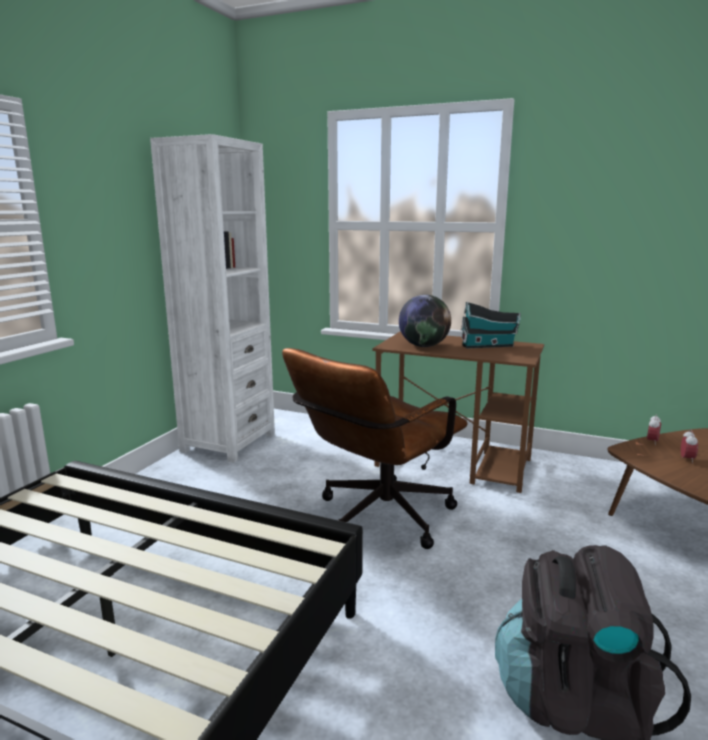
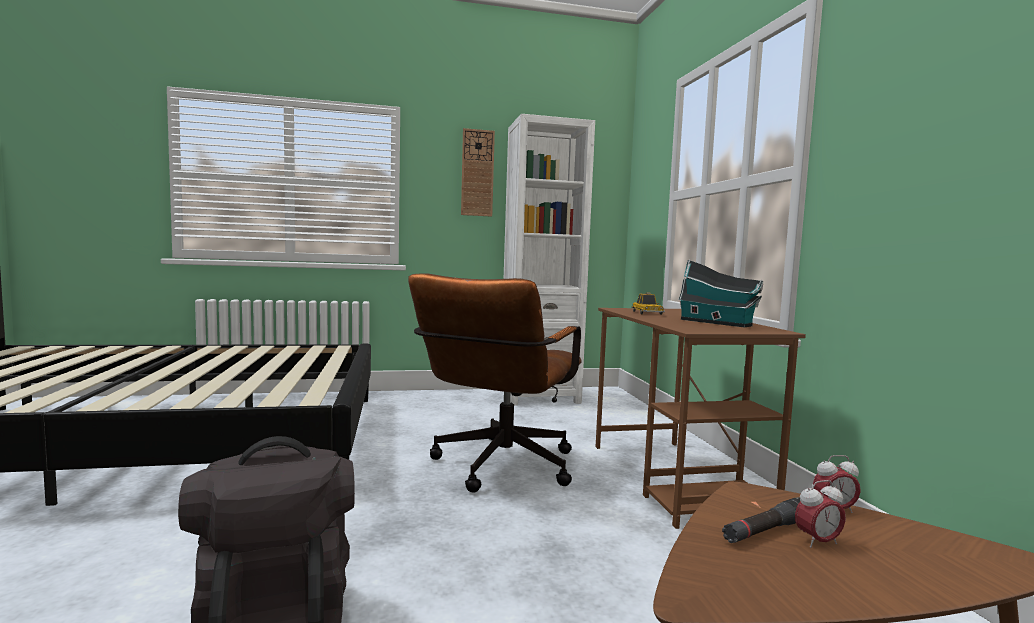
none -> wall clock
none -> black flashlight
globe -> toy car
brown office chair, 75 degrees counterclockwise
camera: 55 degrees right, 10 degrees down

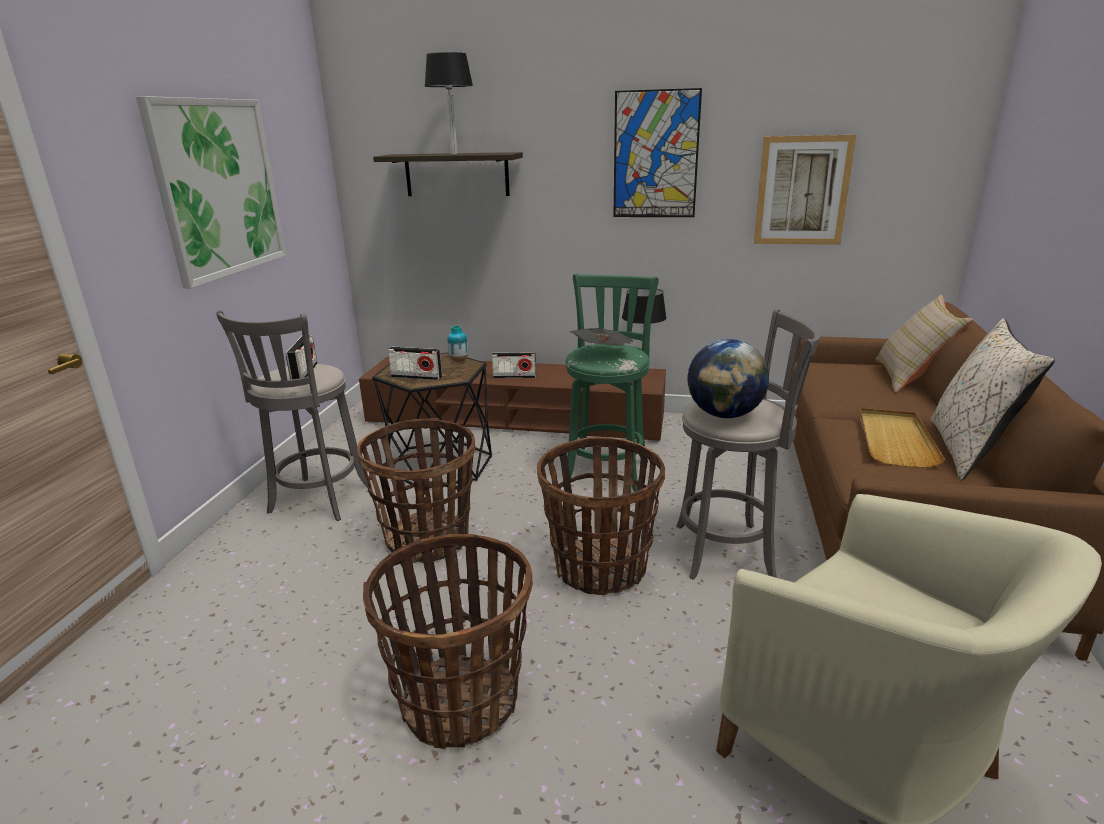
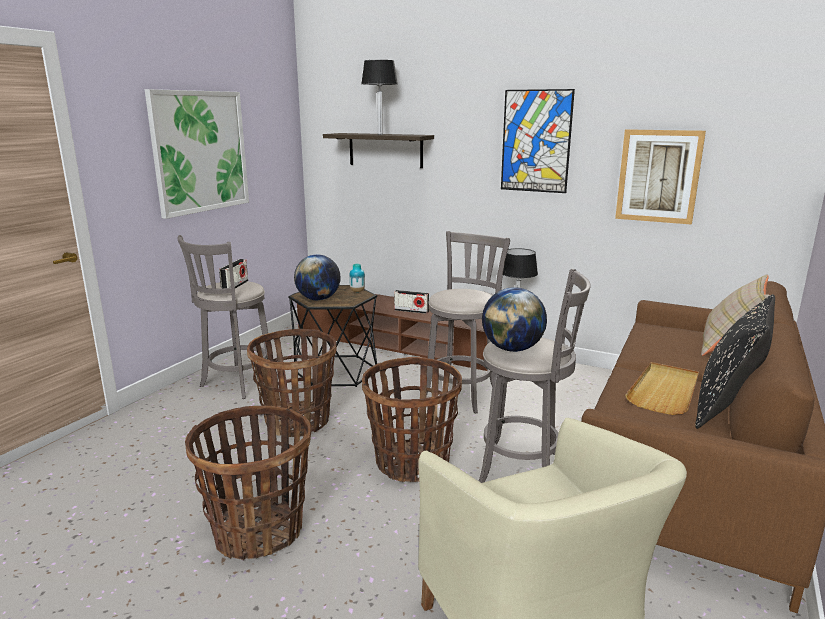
newspaper -> none
radio (2nd from left) -> globe (1st from left)
green stool -> grey stool (2nd from left)
beige pillow (2nd from left) -> black pillow
camera: 15 degrees right, 5 degrees down

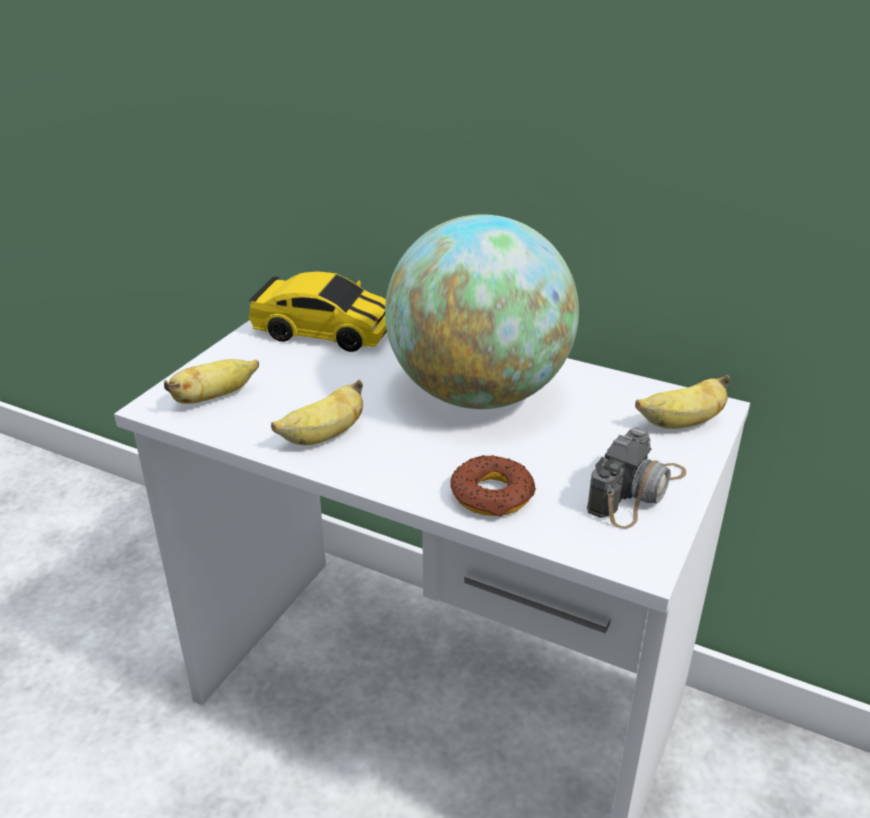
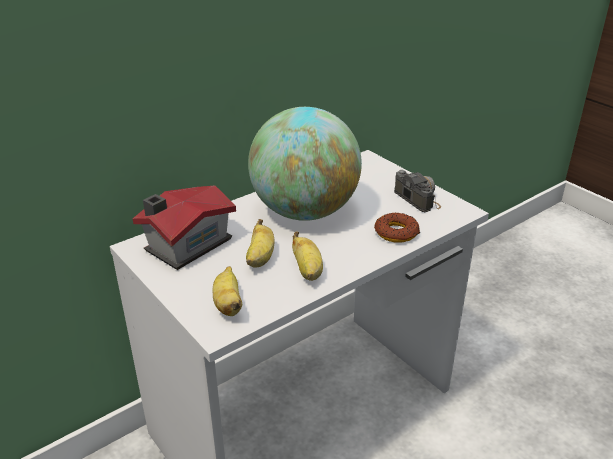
banana (3rd from left in the first image) -> banana (2nd from left), move
toy car -> toy house
camera: 65 degrees left, 0 degrees up

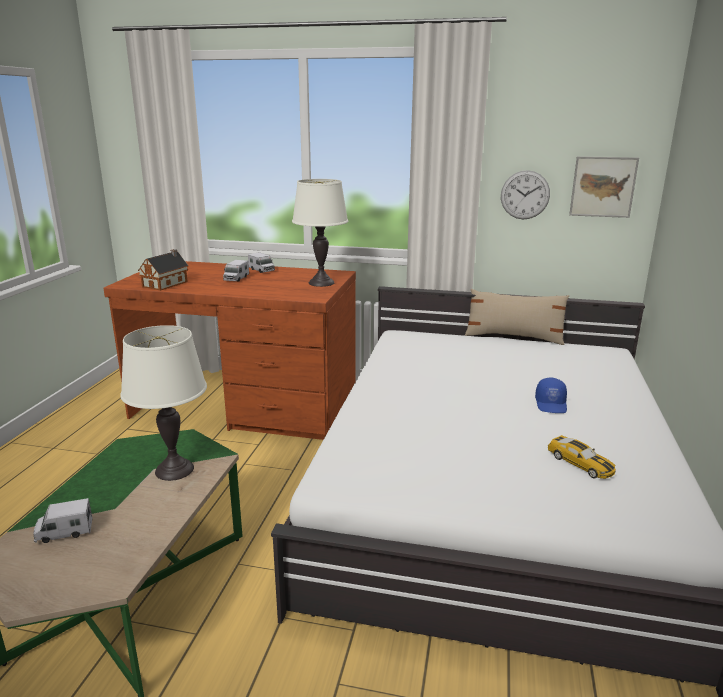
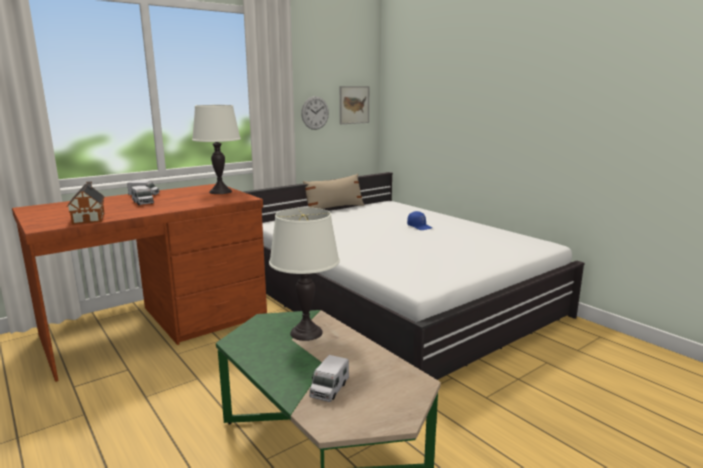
toy car -> none
camera: 50 degrees left, 5 degrees down

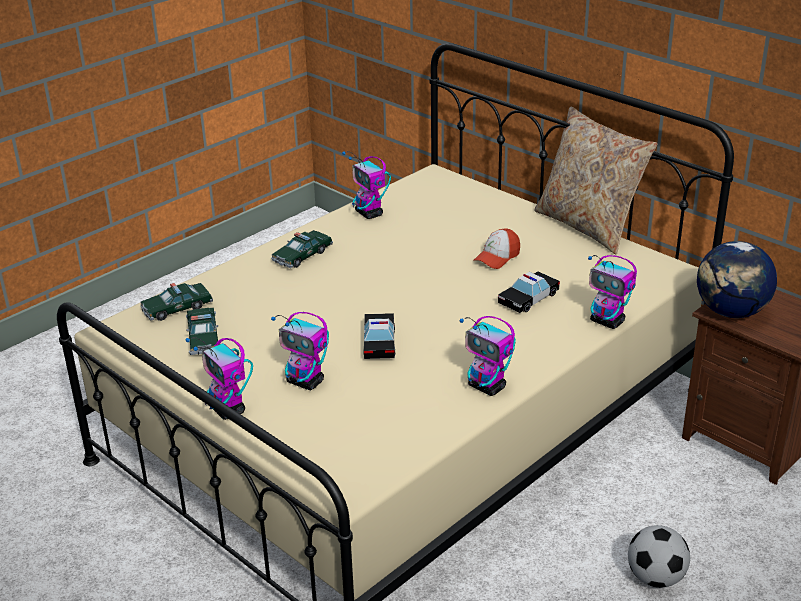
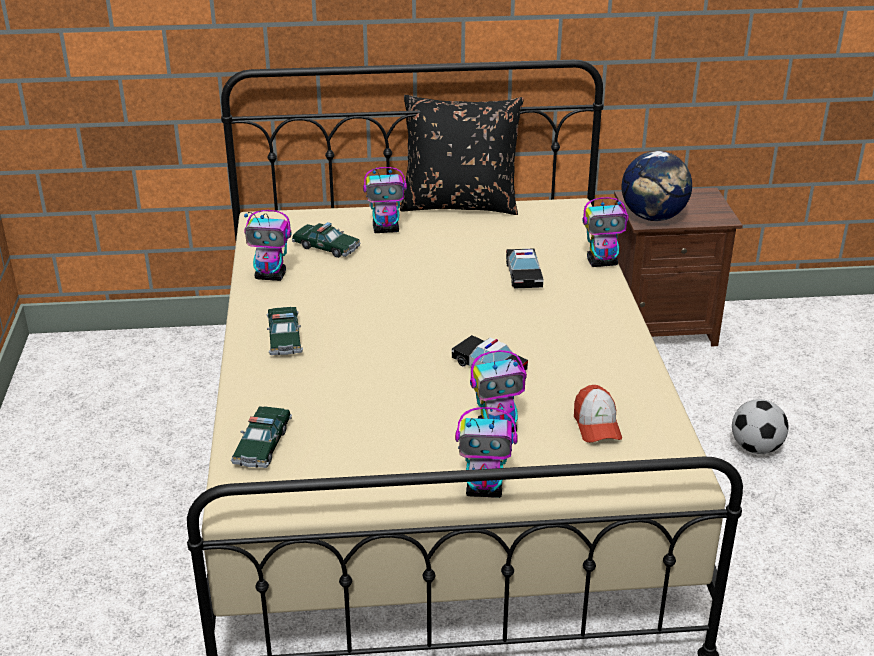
toy car (2nd from left in the first image) -> toy car (3rd from left), move
toy robot (4th from left in the first image) -> toy robot (2nd from left), move
cap, move
beige pillow -> black pillow
camera: 50 degrees left, 0 degrees up

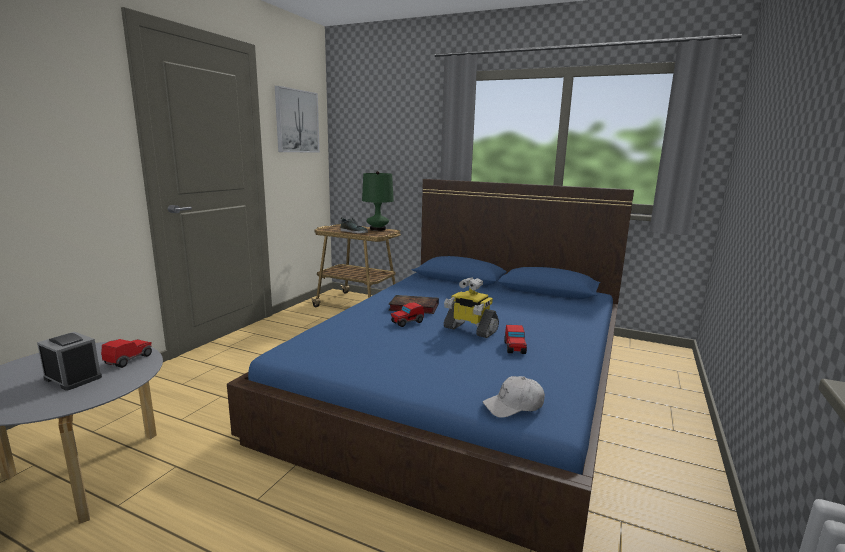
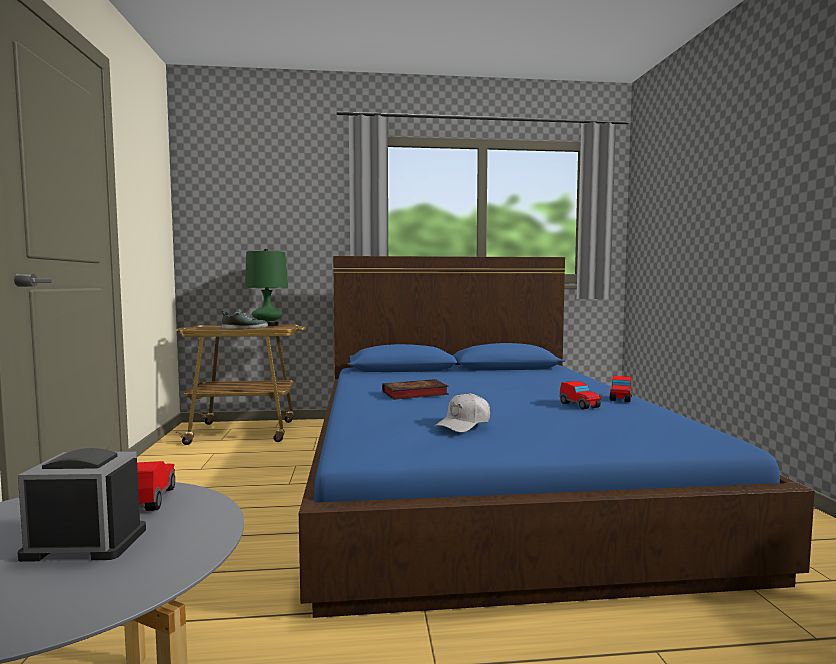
picture -> none
toy robot -> none
toy car (2nd from left in the first image) -> toy car (3rd from left), move
white cap, move
camera: 30 degrees left, 10 degrees down

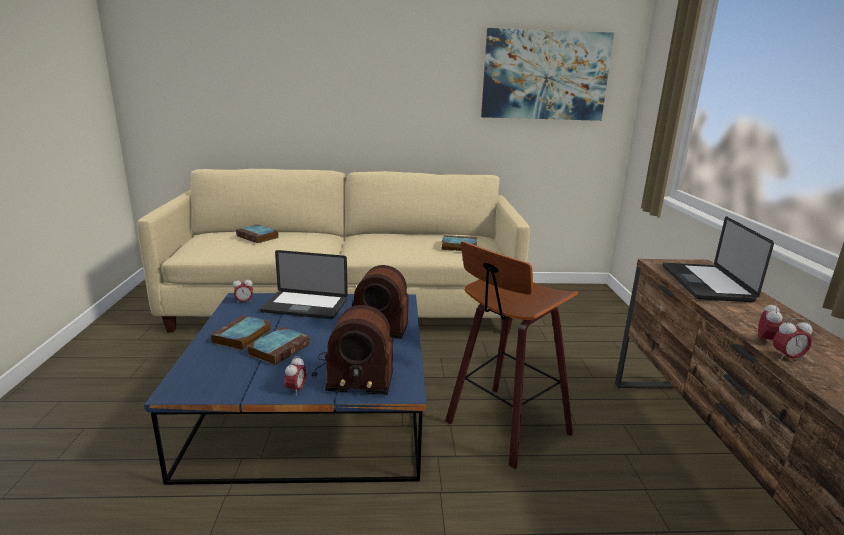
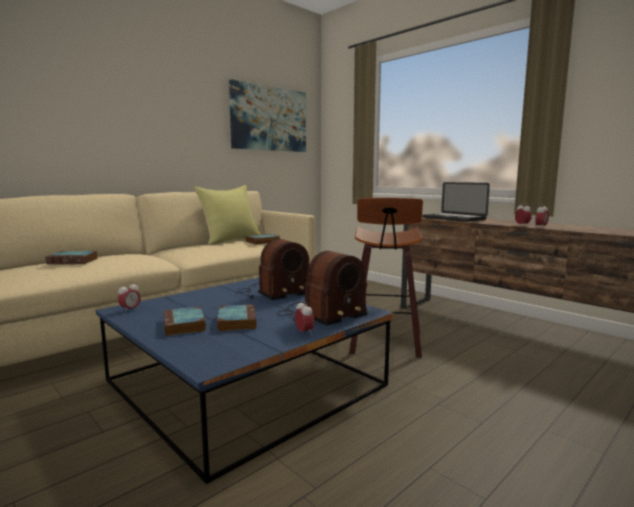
laptop (1st from left) -> none
none -> yellow pillow
camera: 40 degrees left, 10 degrees down

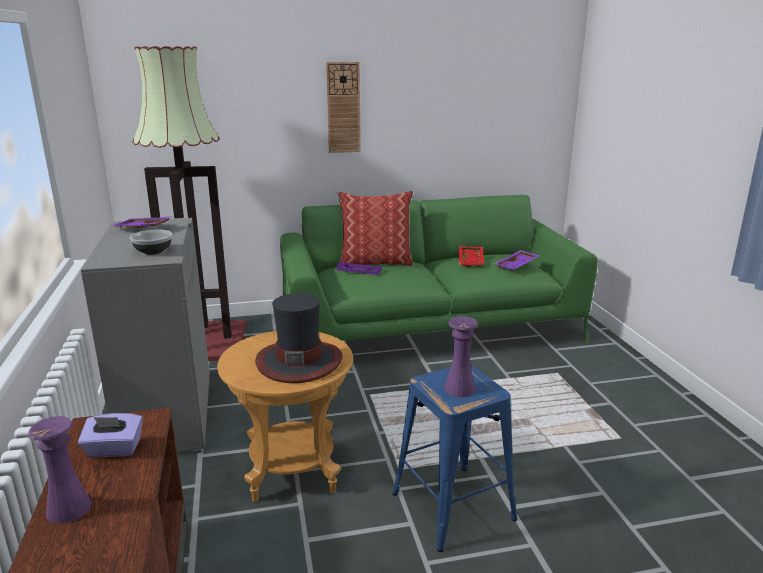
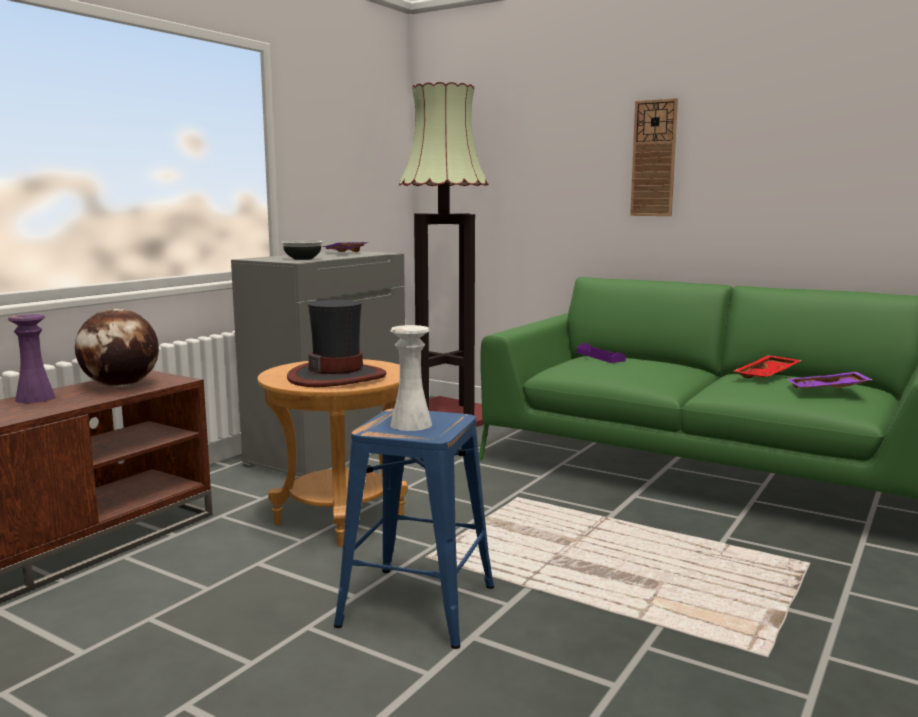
pillow -> none
purple tissue box -> globe
purple vase (2nd from left) -> white vase
camera: 45 degrees right, 10 degrees down

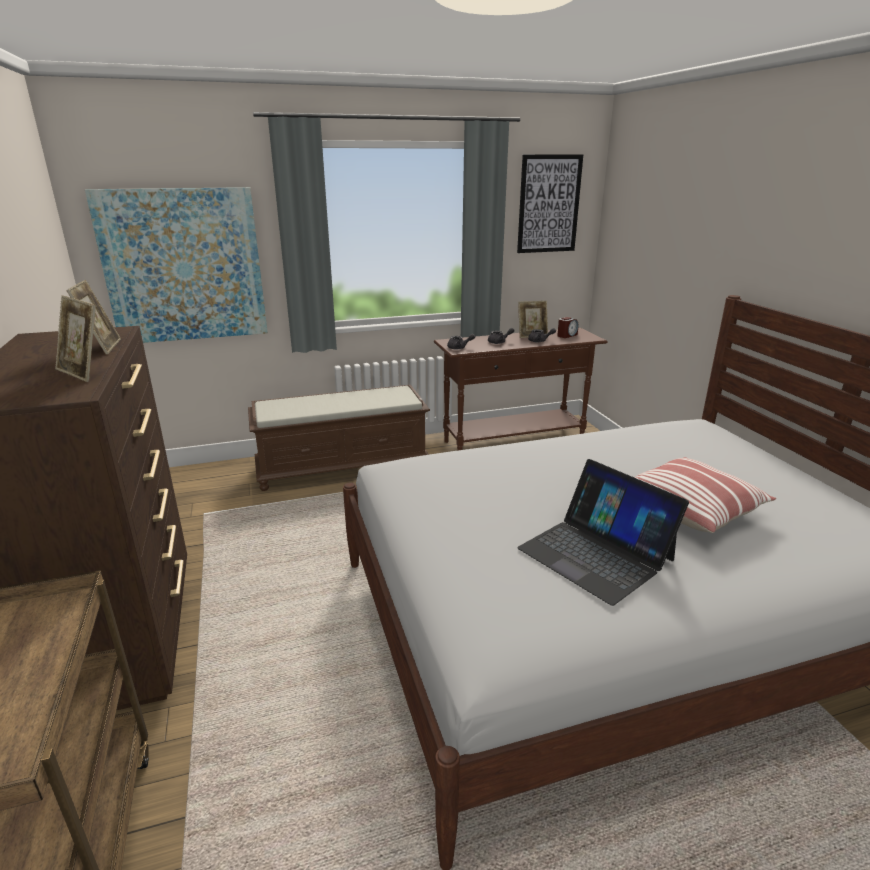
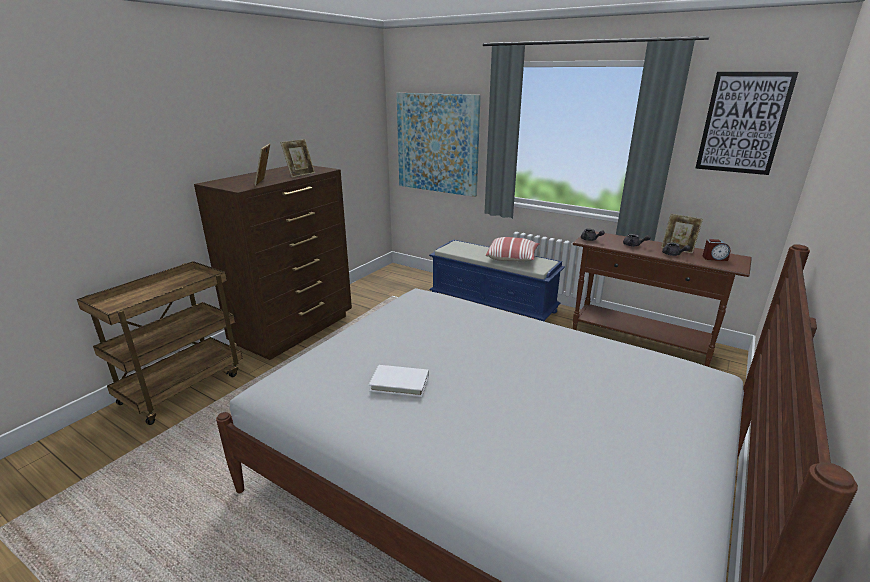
pillow, move
laptop -> white book
brown bench -> blue bench
camera: 50 degrees right, 0 degrees up

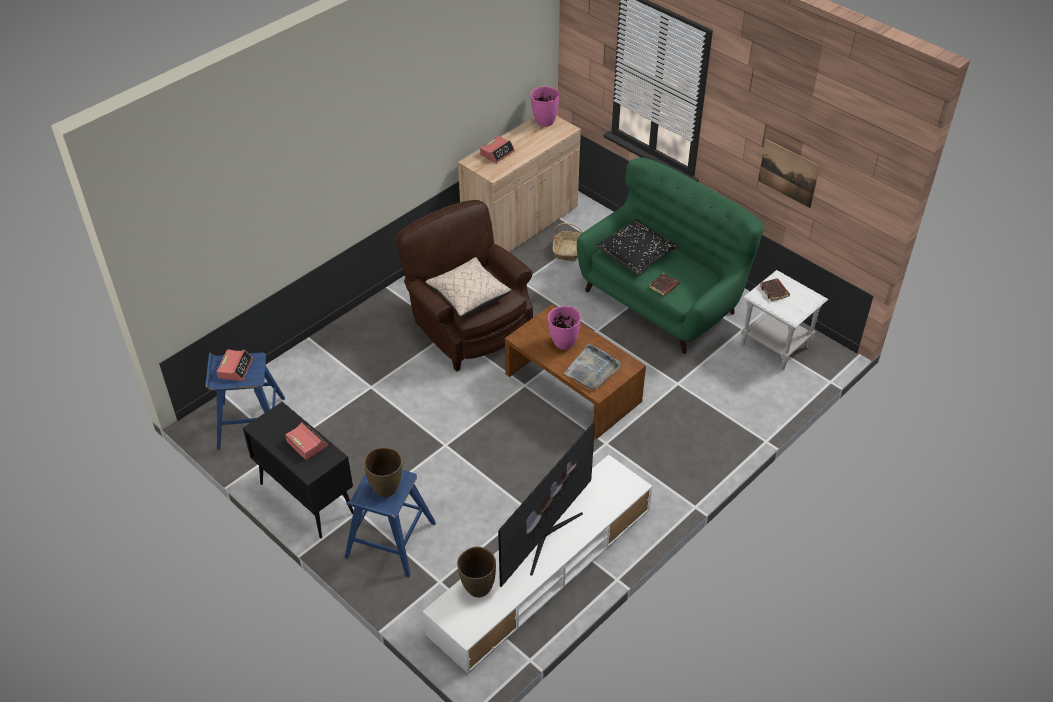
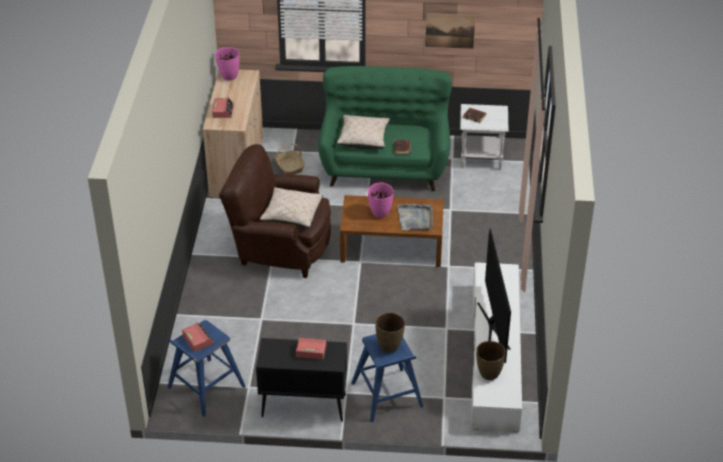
black pillow -> beige pillow (2nd from left)
camera: 40 degrees left, 5 degrees down

